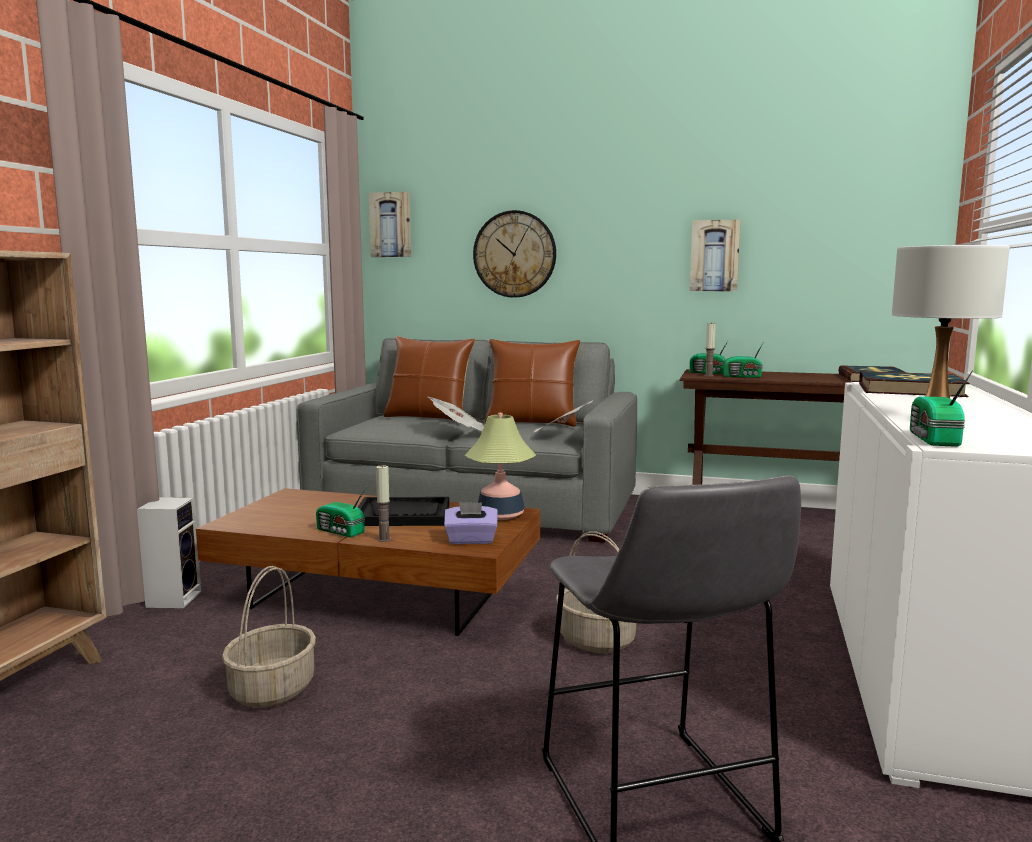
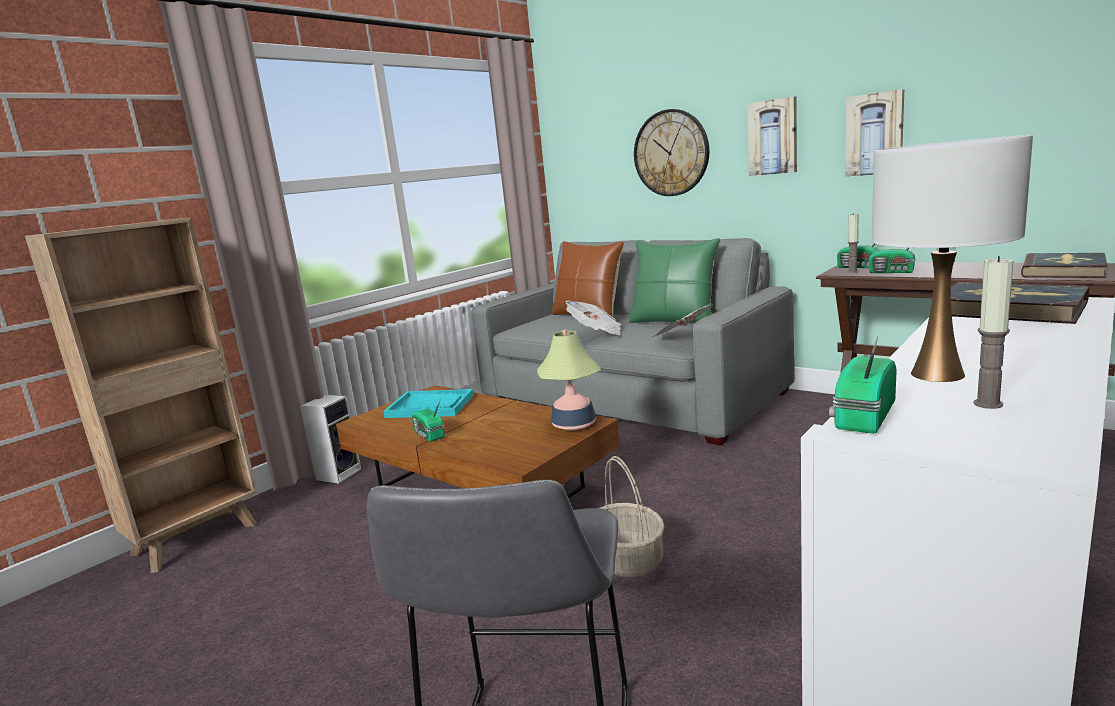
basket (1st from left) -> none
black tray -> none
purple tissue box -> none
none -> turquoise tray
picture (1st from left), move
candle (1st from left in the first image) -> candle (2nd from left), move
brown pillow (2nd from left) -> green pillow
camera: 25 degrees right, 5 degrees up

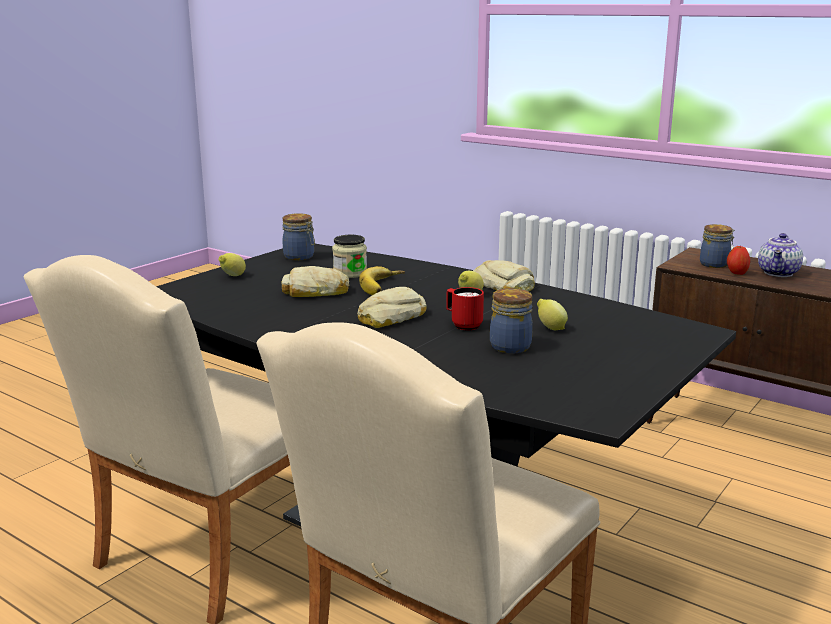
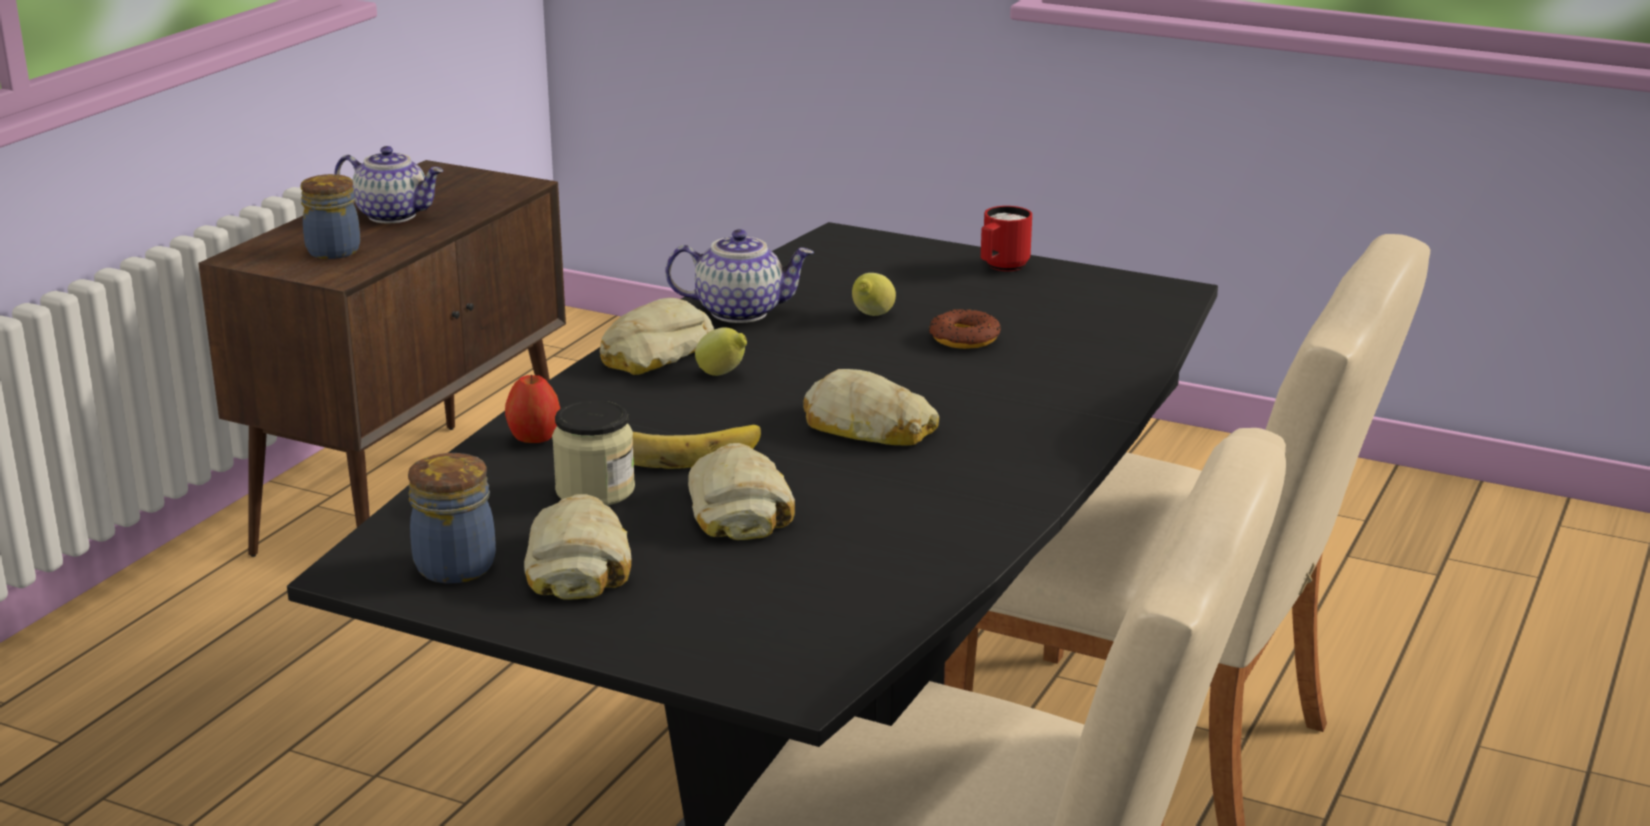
lemon (1st from left) -> none
none -> bread (1st from left)
none -> teapot (2nd from left)
red mug, move
apple, move
jar (3rd from left) -> donut
camera: 100 degrees left, 5 degrees up

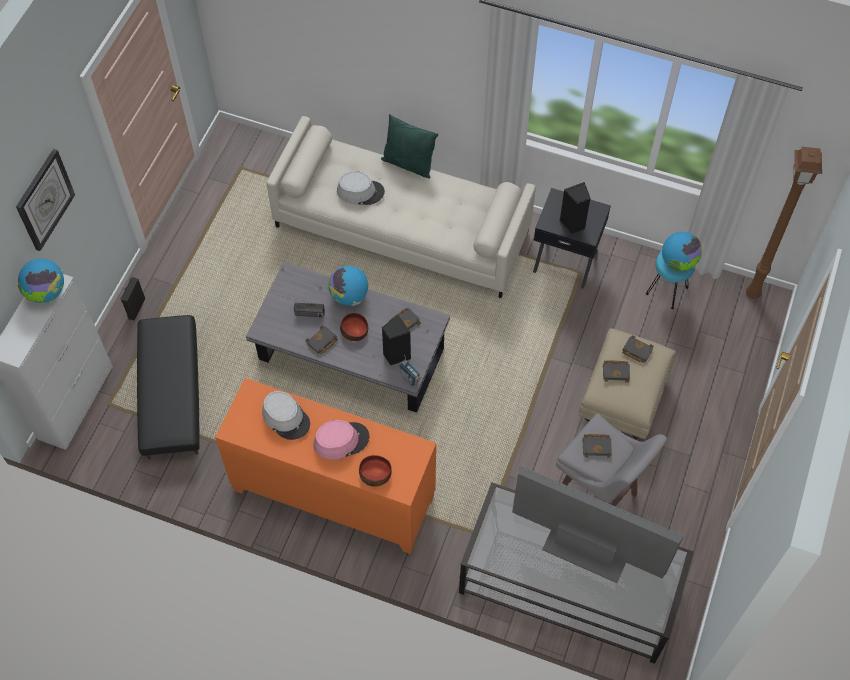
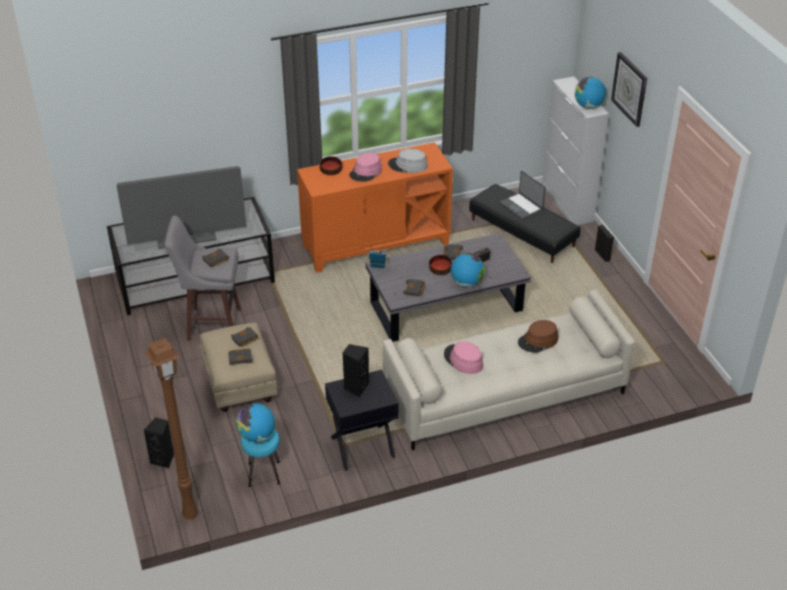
green pillow -> none
none -> pink hat (2nd from left)
none -> laptop
black speaker (2nd from left in the first image) -> black speaker (1st from left), move
grey hat (2nd from left) -> brown hat
camera: 140 degrees right, 20 degrees down

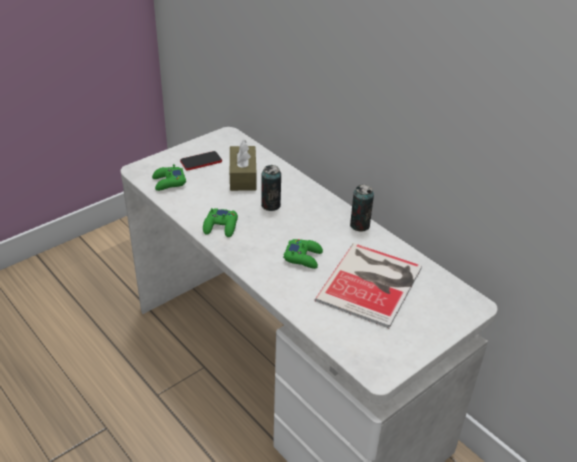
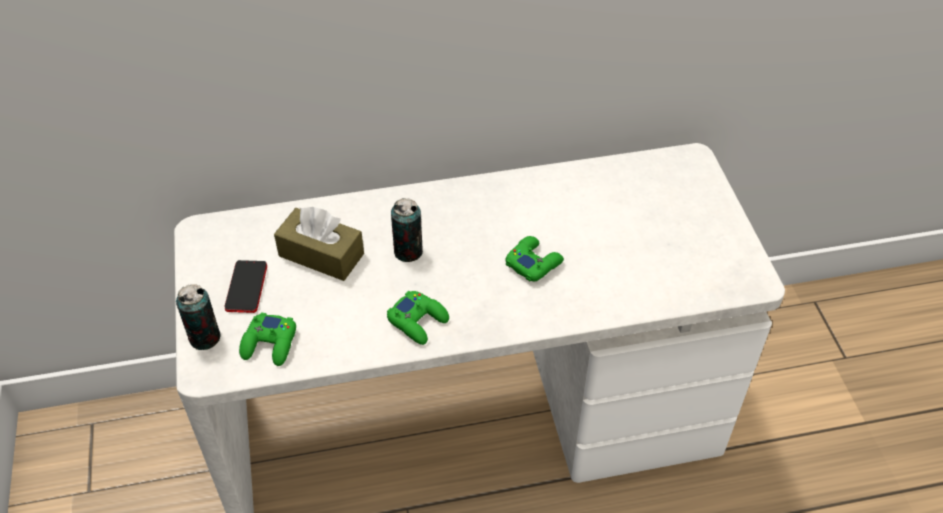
book -> none
can (2nd from left in the first image) -> can (1st from left), move
camera: 60 degrees left, 10 degrees up

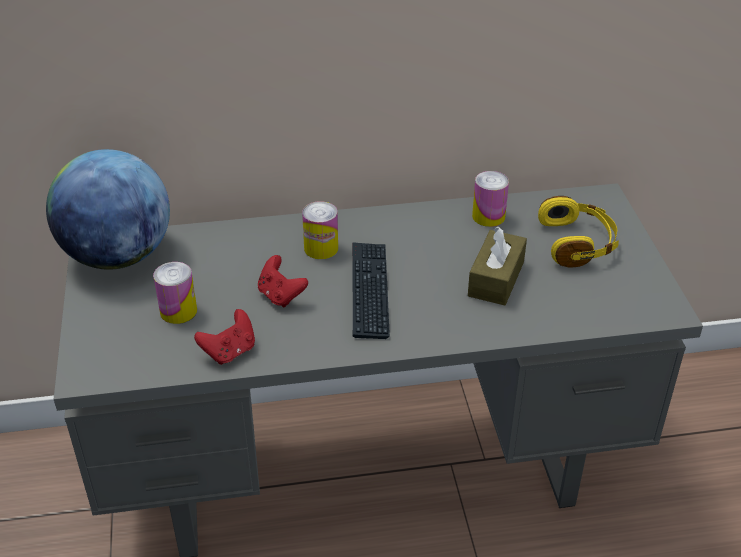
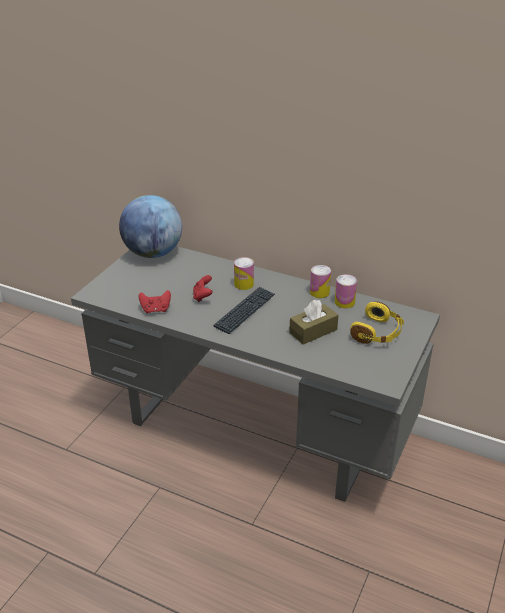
can (1st from left in the first image) -> can (2nd from left), move
camera: 35 degrees right, 5 degrees down

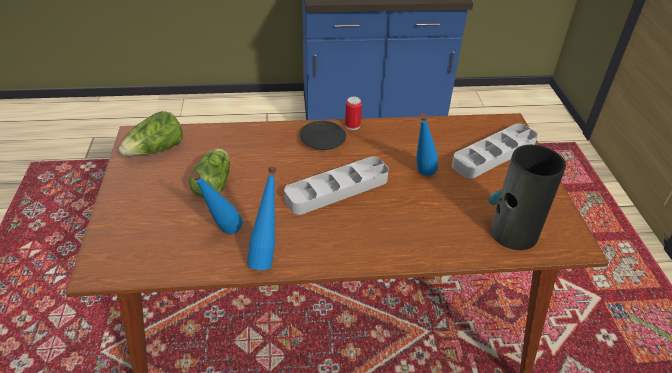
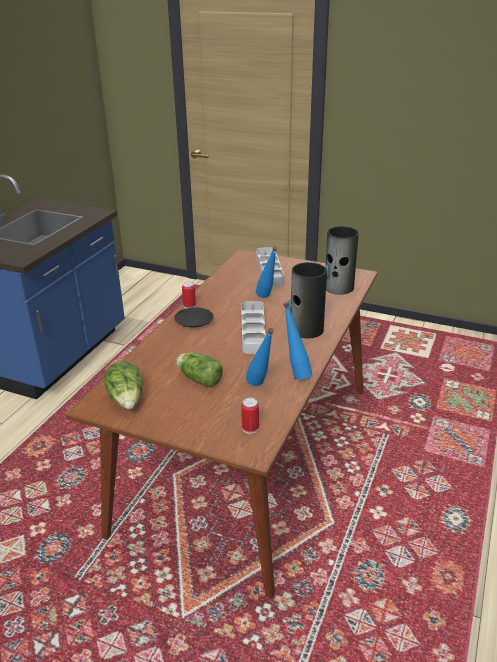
none -> can (2nd from left)
none -> vase (1st from left)
camera: 60 degrees left, 10 degrees down

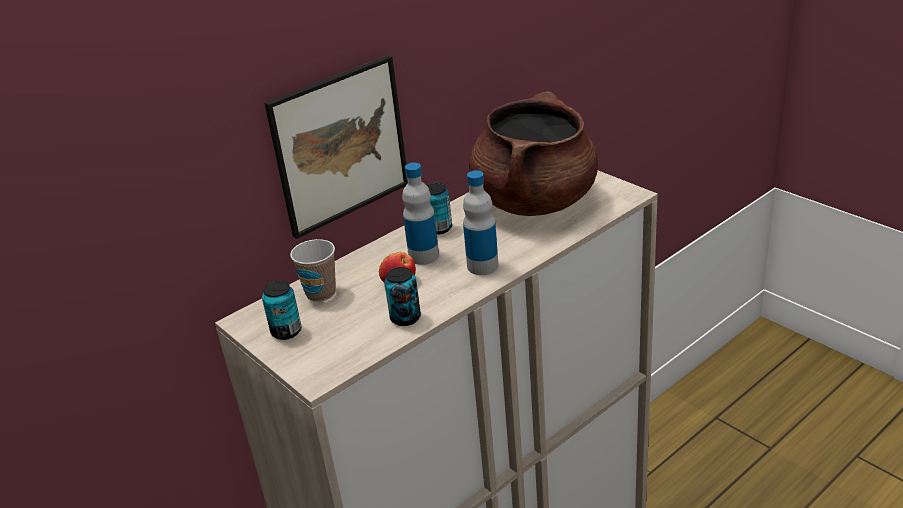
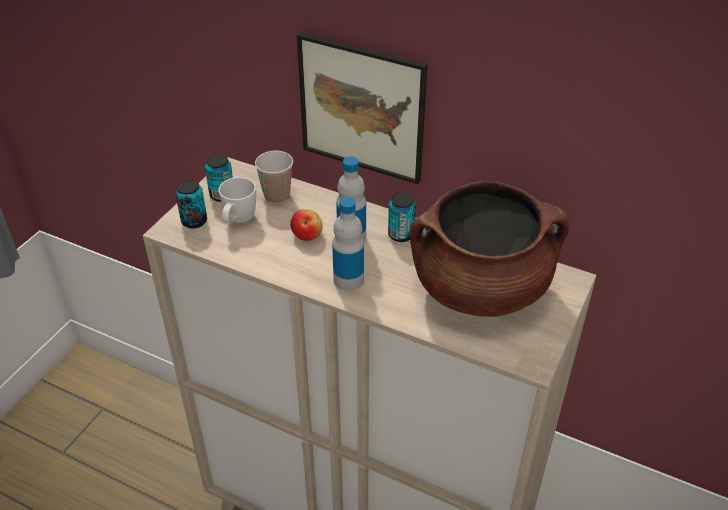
none -> white mug
can (2nd from left in the first image) -> can (1st from left), move
camera: 65 degrees right, 10 degrees up

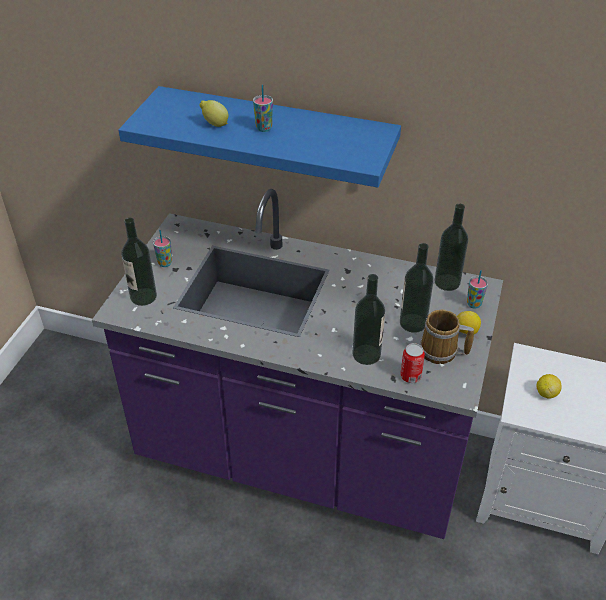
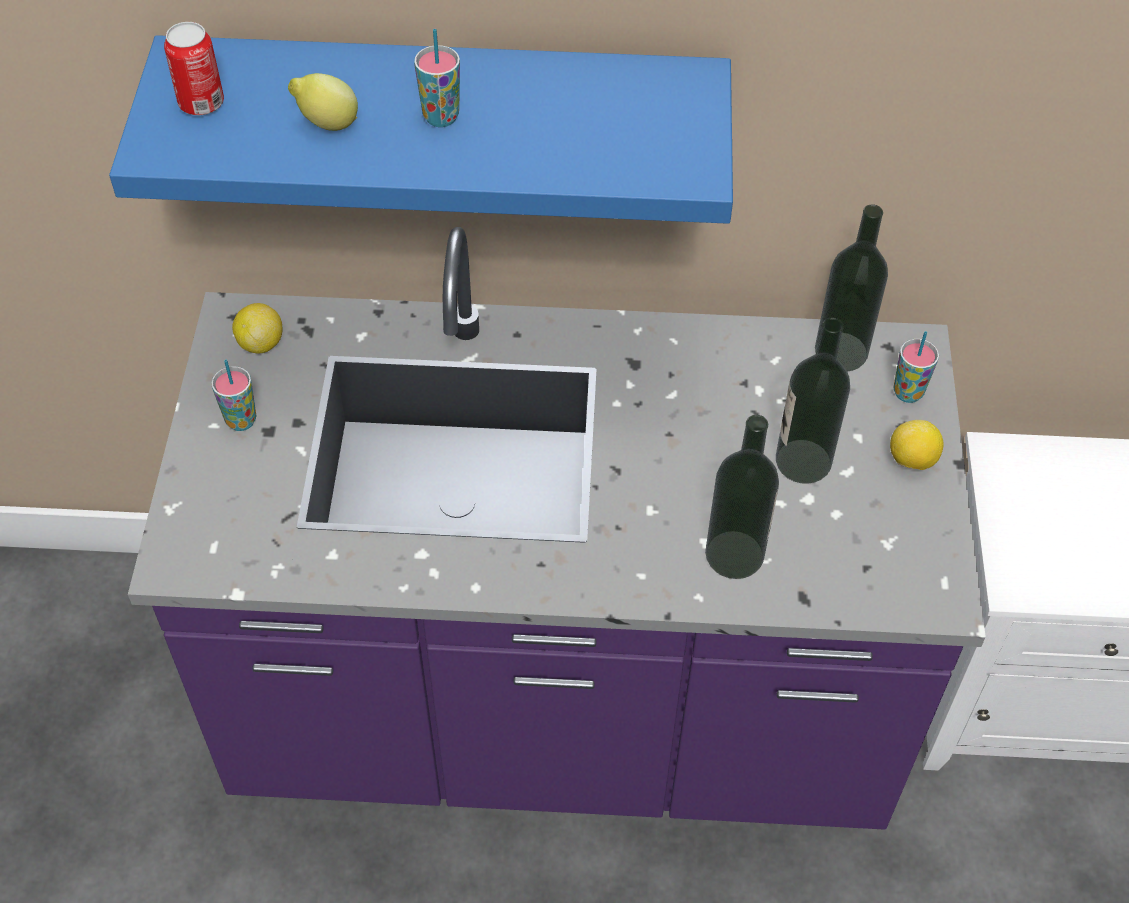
bottle (1st from left) -> none
mug -> none
can, move
lemon (3rd from left in the first image) -> lemon (1st from left), move
camera: 15 degrees left, 10 degrees up

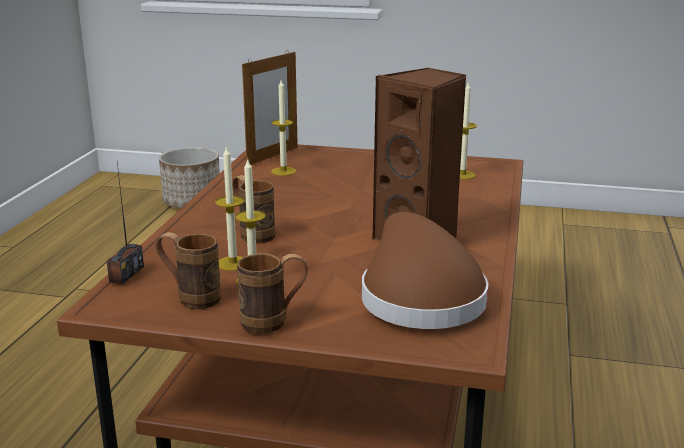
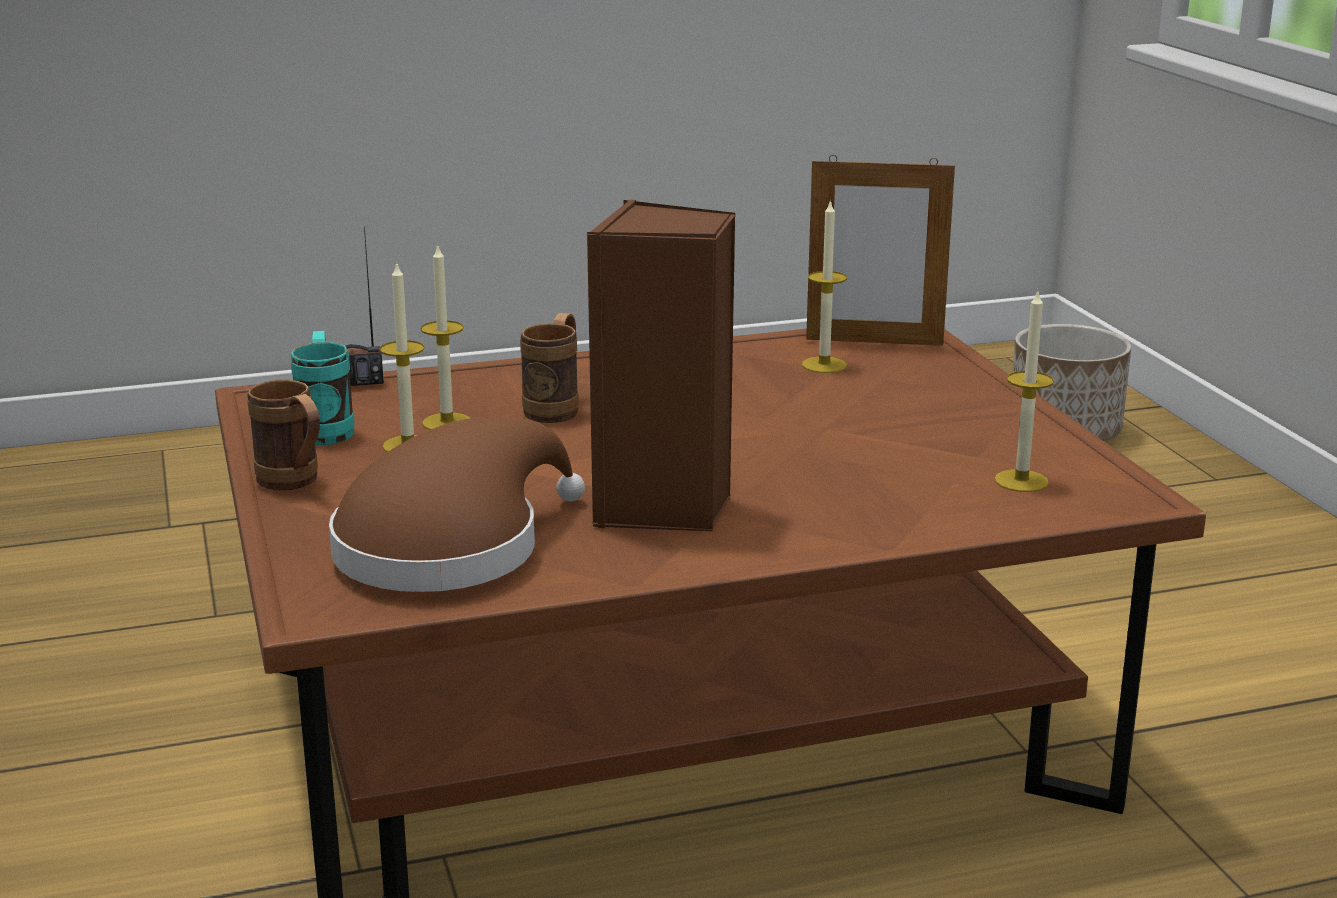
brown mug (1st from left) -> turquoise mug
camera: 60 degrees right, 0 degrees up

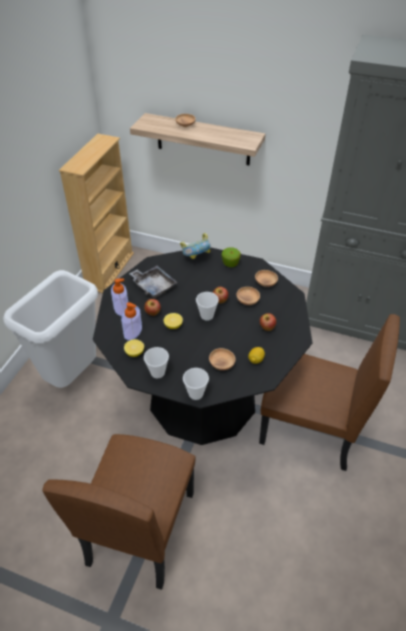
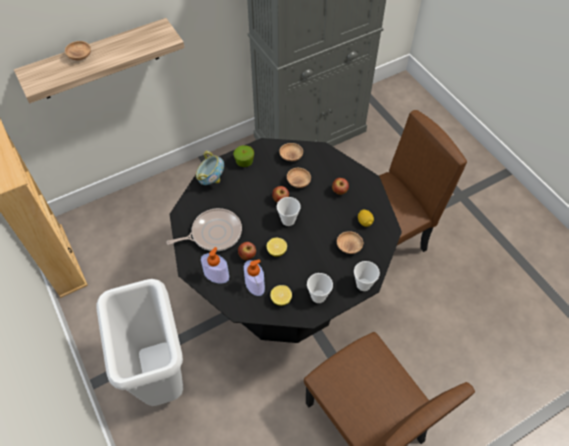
grey tray -> frying pan
camera: 50 degrees left, 10 degrees up

